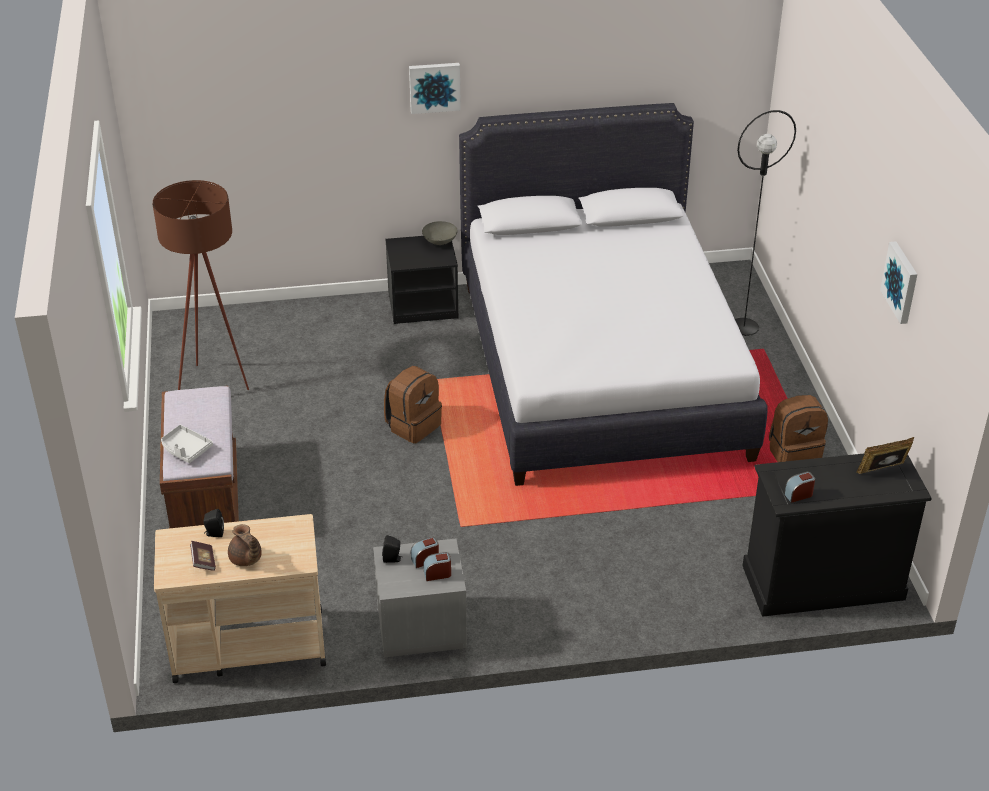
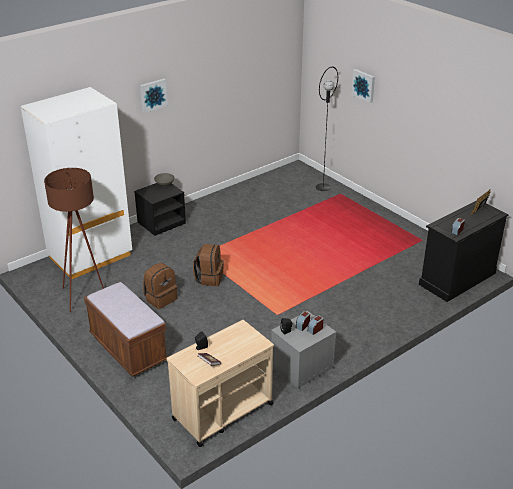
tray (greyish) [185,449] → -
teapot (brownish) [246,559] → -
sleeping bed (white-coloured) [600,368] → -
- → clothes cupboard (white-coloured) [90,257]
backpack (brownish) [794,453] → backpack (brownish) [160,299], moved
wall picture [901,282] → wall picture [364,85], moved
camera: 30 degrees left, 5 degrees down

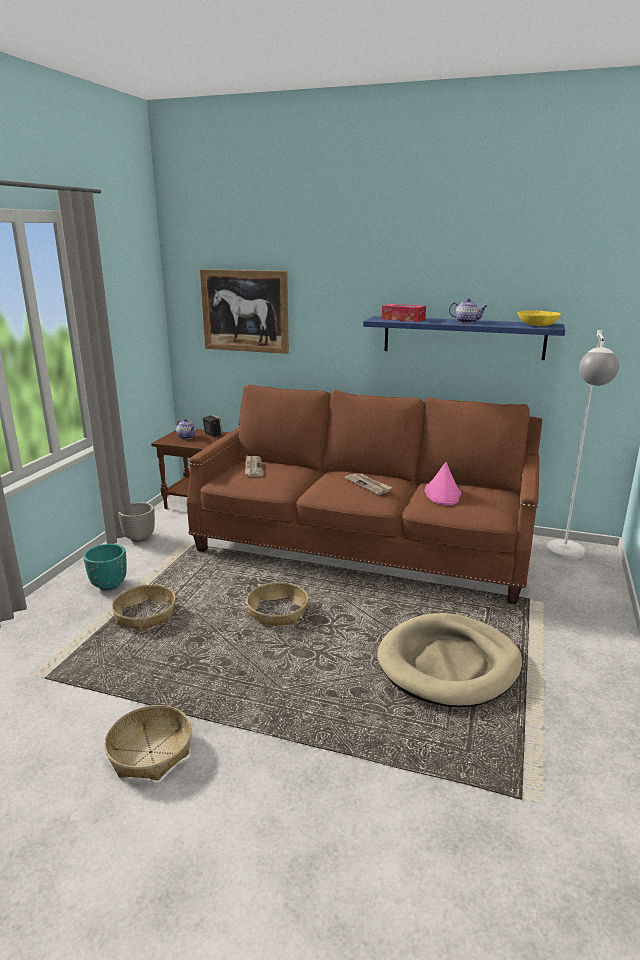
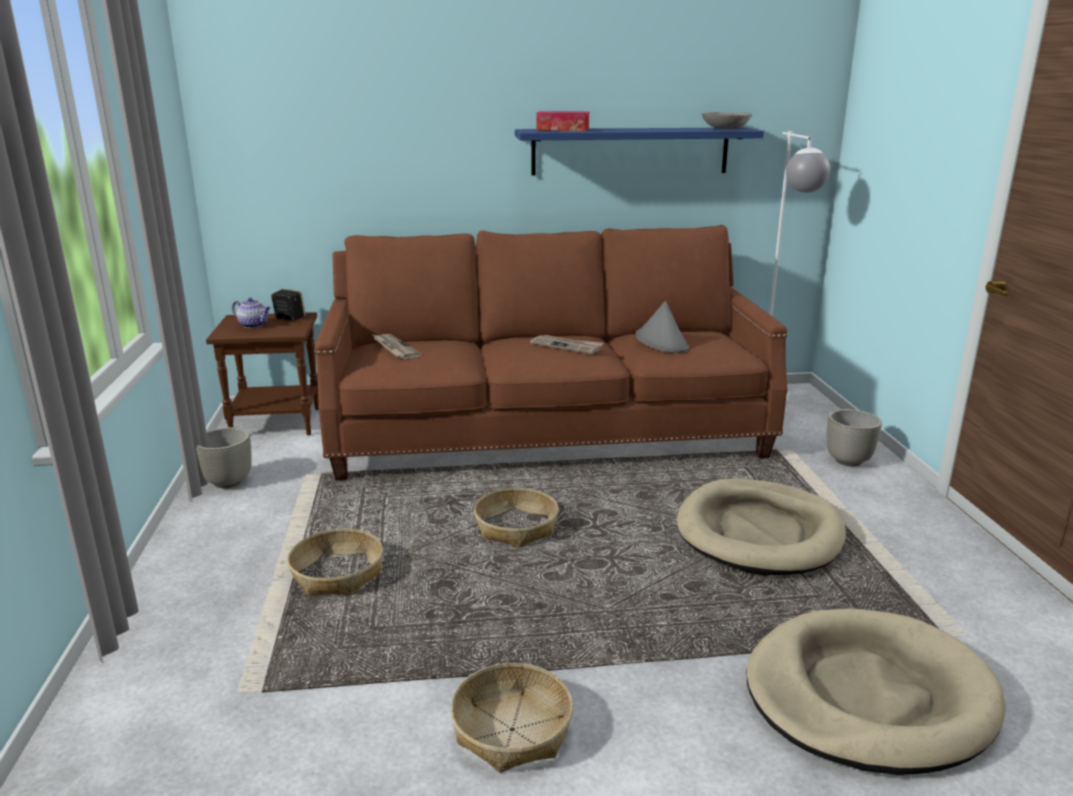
flower pot (blue-green) [109,585] → -
wall picture [245,311] → -
teapot [467,322] → -
- → pet bed (beige-coloured) [867,696]
- → flower pot (greyish) [848,461]
hat (pink-coloured) [442,493] → hat (greyish) [662,342]
deep dish (yellow-coloured) [537,325] → deep dish (greyish) [725,129]
camera: 25 degrees left, 0 degrees up

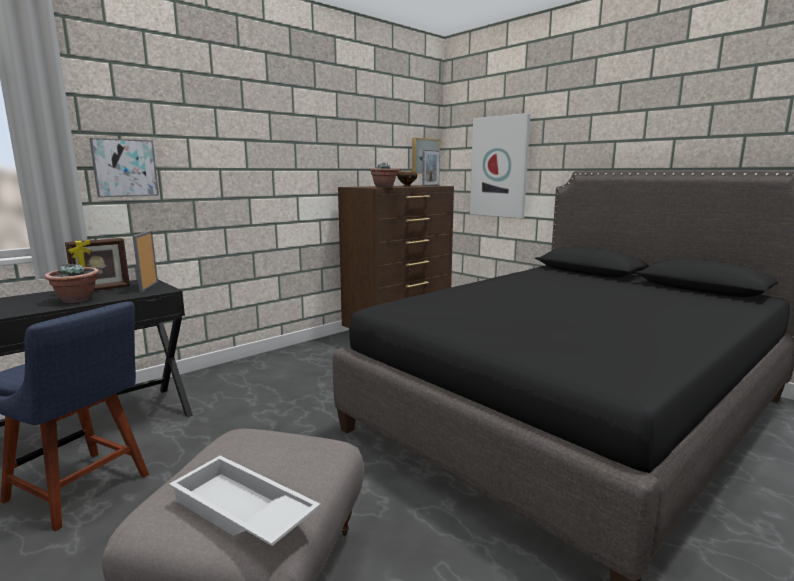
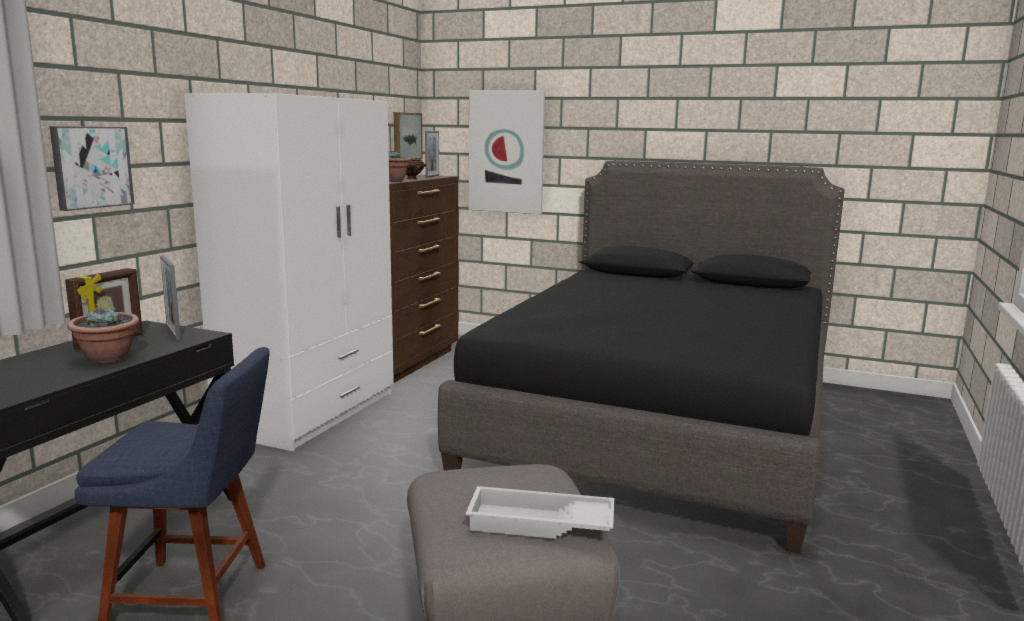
- → clothes cupboard (white-coloured) [311,412]
camera: 25 degrees left, 0 degrees up

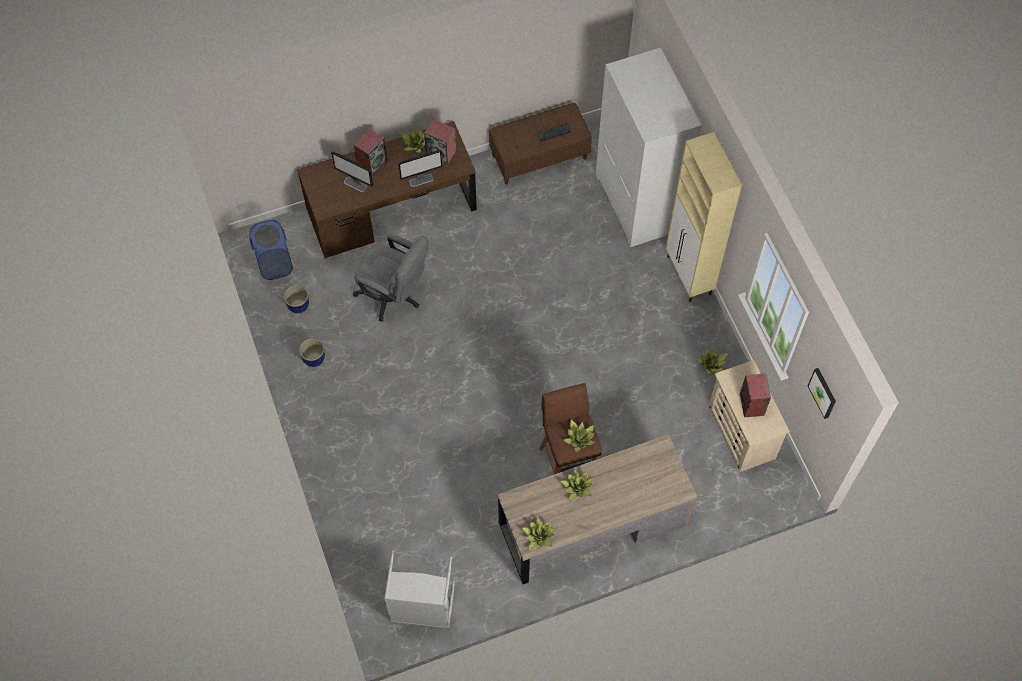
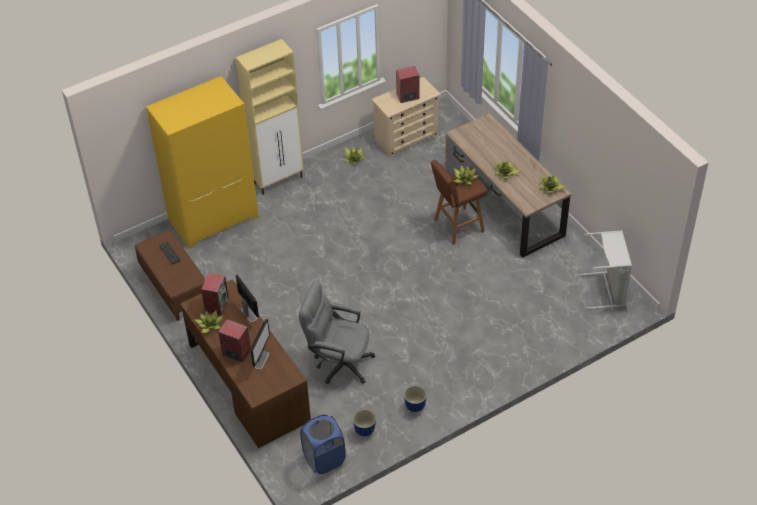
wall picture [823,392] → -
clothes cupboard (white-coloured) [638,203] → clothes cupboard (yellow-coloured) [214,218]
desk chair (greyish) [394,296] → desk chair (greyish) [338,362], 90 degrees counterclockwise
camera: 100 degrees left, 15 degrees down

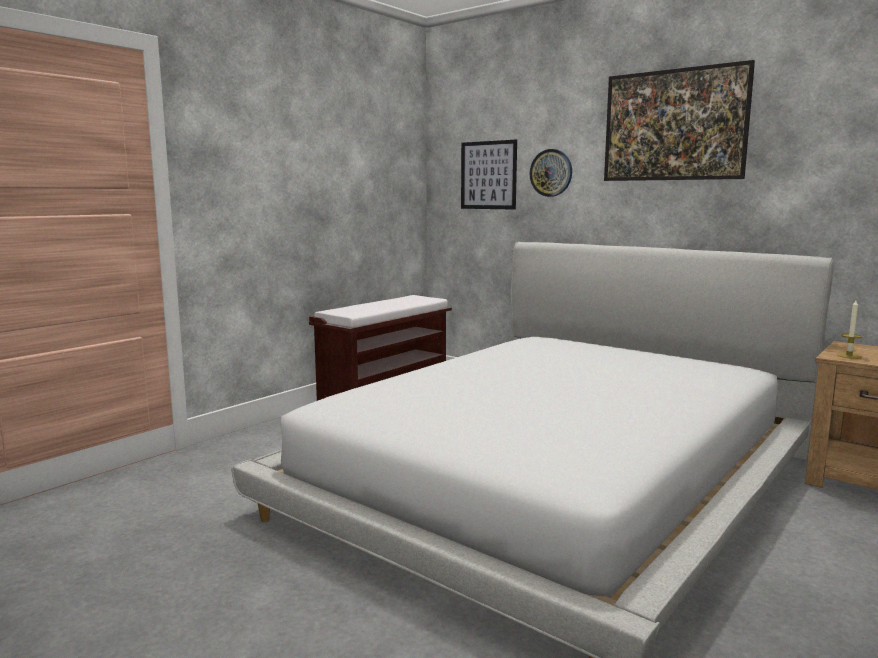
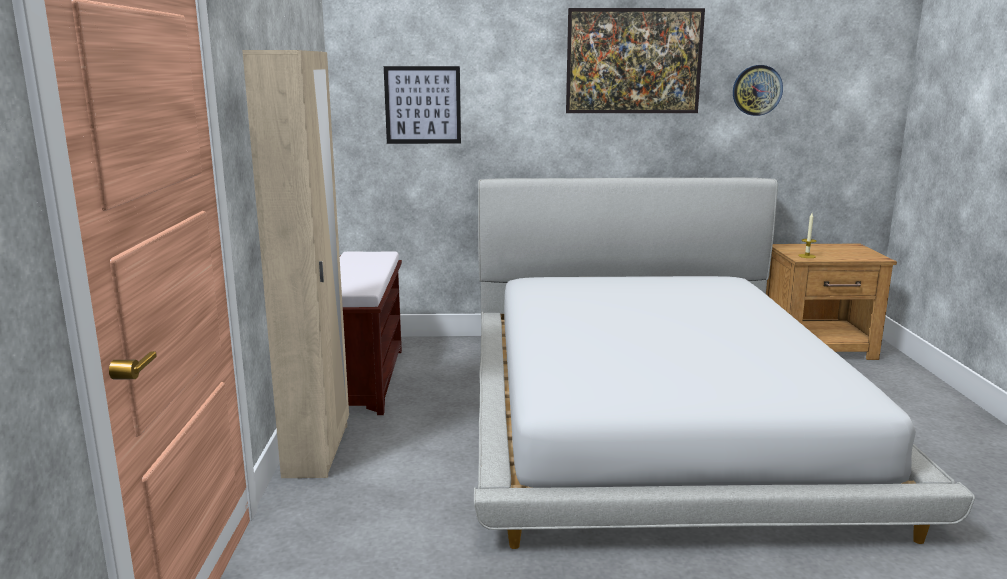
- → clothes cupboard (beige-coloured) [318,450]
clock on the wall [551,173] → clock on the wall [757,90], moved
camera: 40 degrees left, 5 degrees up

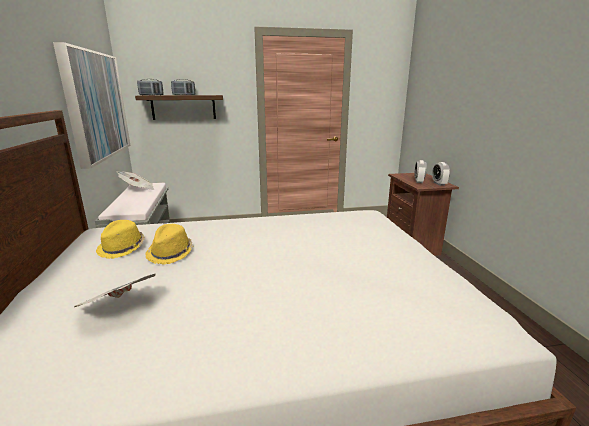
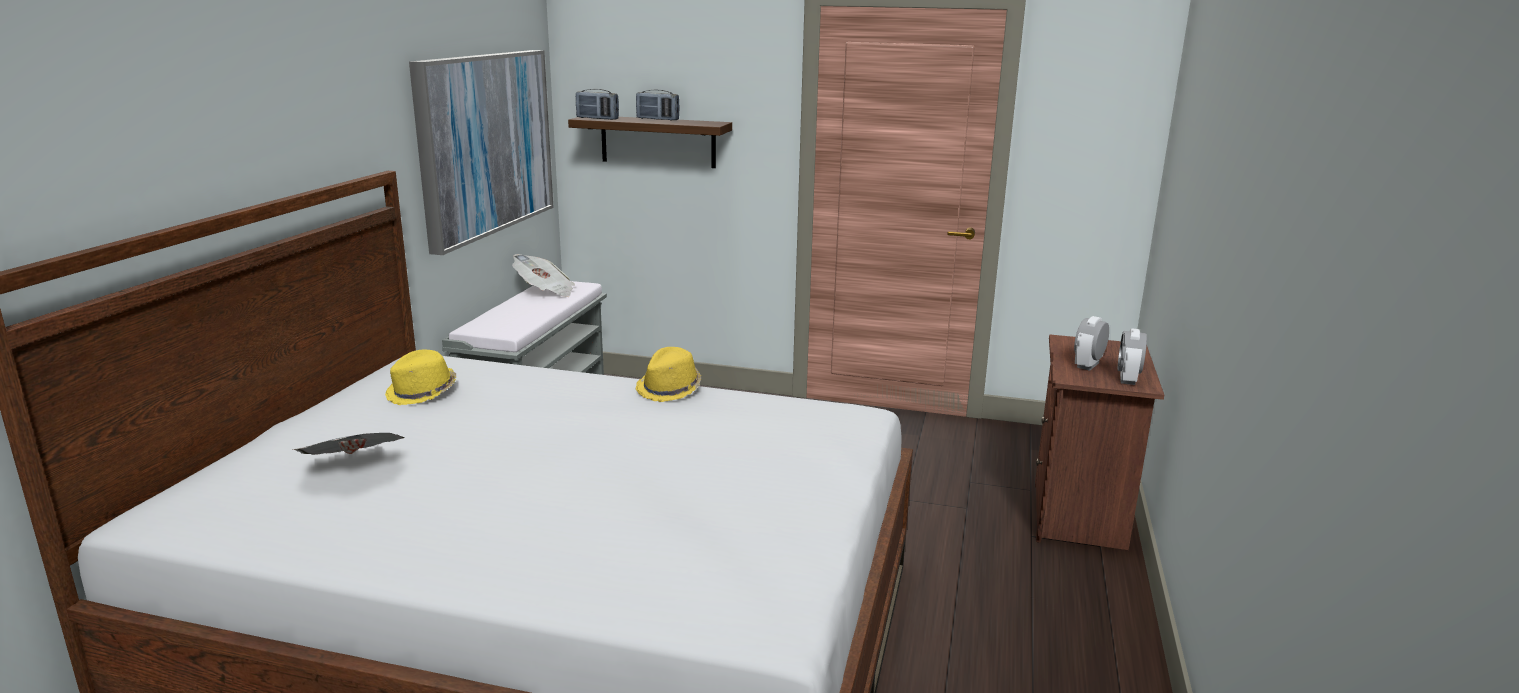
hat (yellow-coloured) [171,253] → hat (yellow-coloured) [670,389], moved
camera: 25 degrees right, 0 degrees up

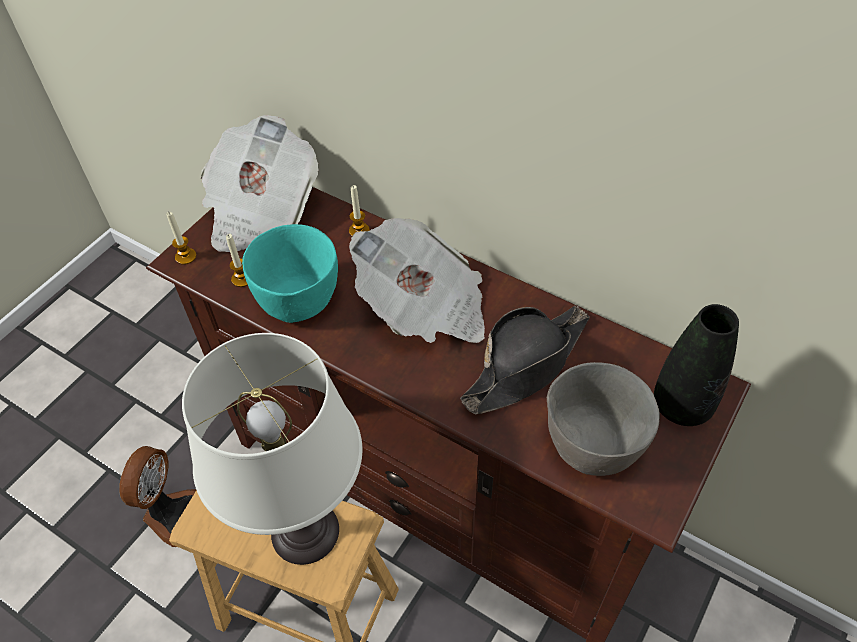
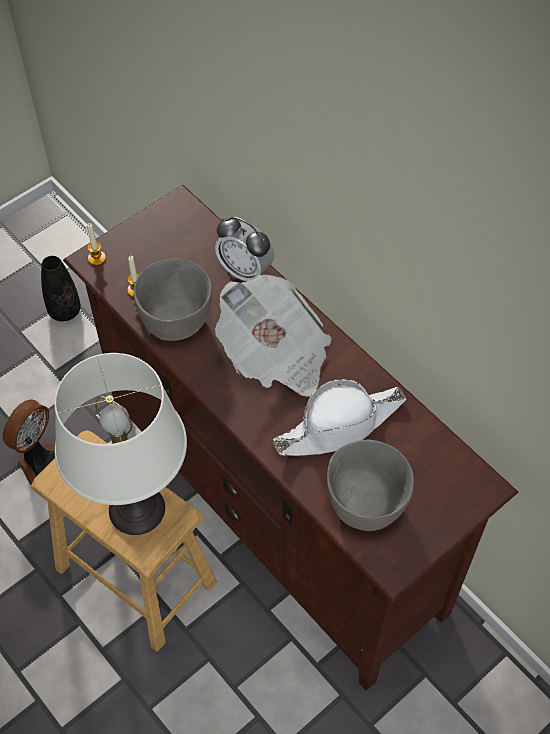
printed paper [260,212] → -
vase (black) [681,405] → vase (black) [65,311], moved
candle [359,231] → alarm clock [245,271]
deep dish (blue-green) [300,299] → deep dish (greyish) [177,320]
hat (black) [526,364] → hat (white-coloured) [340,425]
camera: 15 degrees right, 5 degrees up

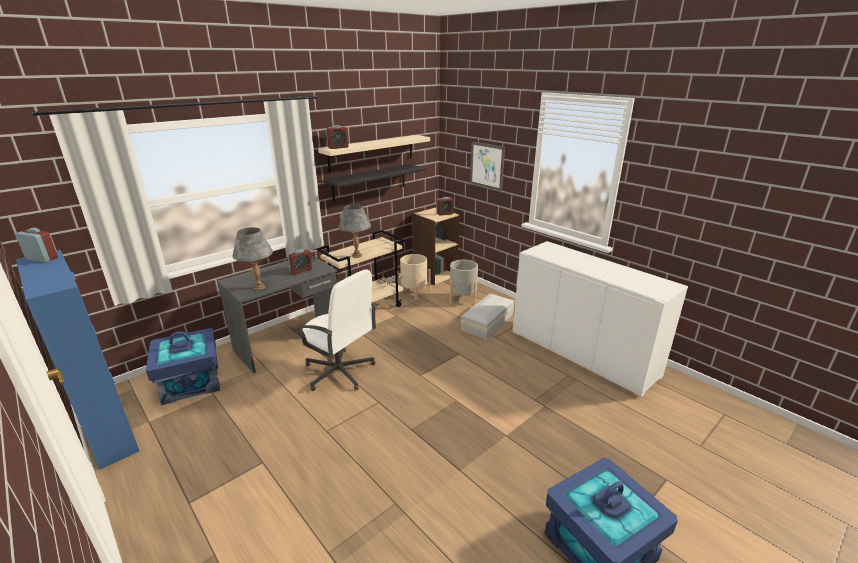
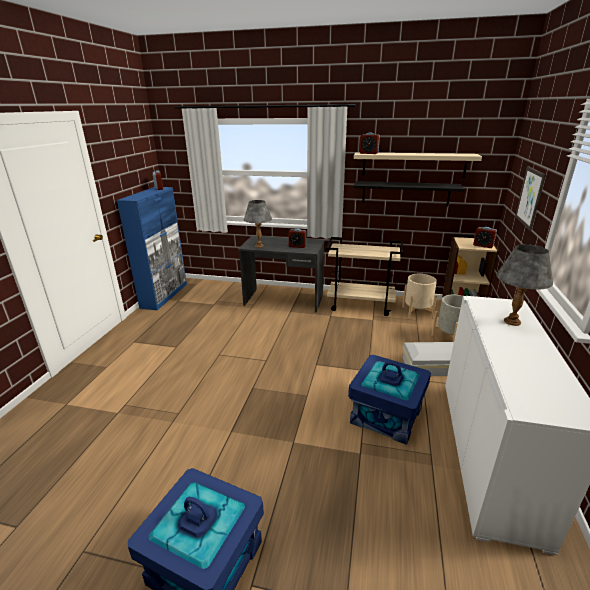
desk chair (white-coloured) [340,372] → -
storage container (blue) [191,382] → storage container (blue) [386,415], moved
lamp for a table (greyish) [356,256] → lamp for a table (greyish) [512,322], moved
camera: 55 degrees right, 0 degrees up

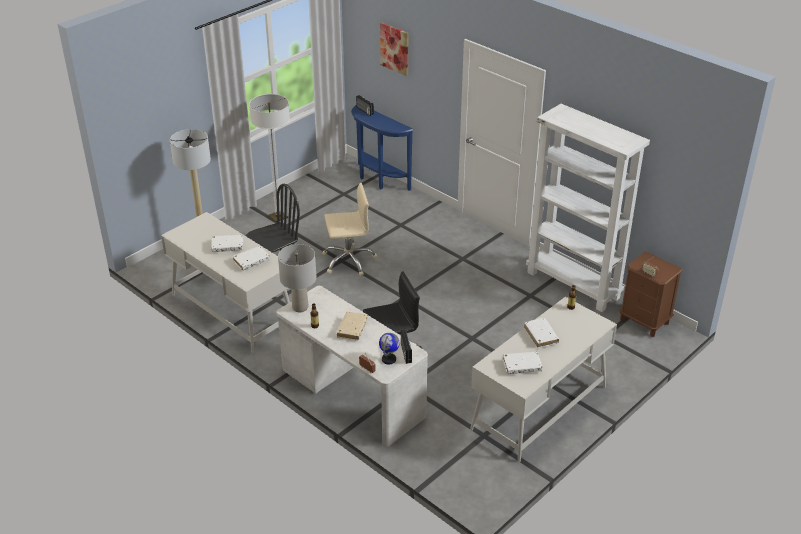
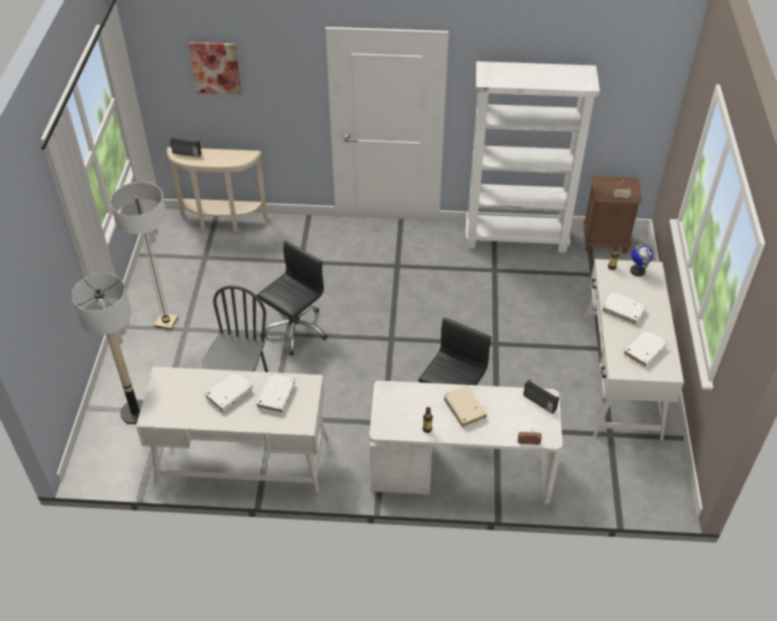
lamp for a table (greyish) [300,307] → -
world globe [389,359] → world globe [637,271], moved
desk chair (beige-coloured) [348,260] → desk chair (black) [295,329]
hall table (blue) [378,180] → hall table (beige-coloured) [222,223]
camera: 40 degrees left, 10 degrees up

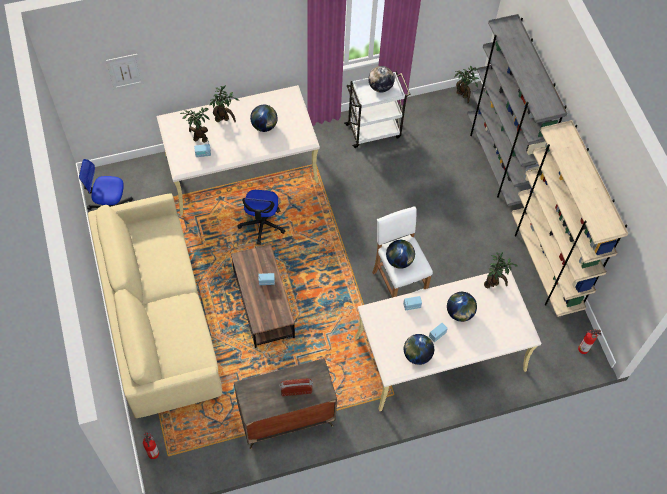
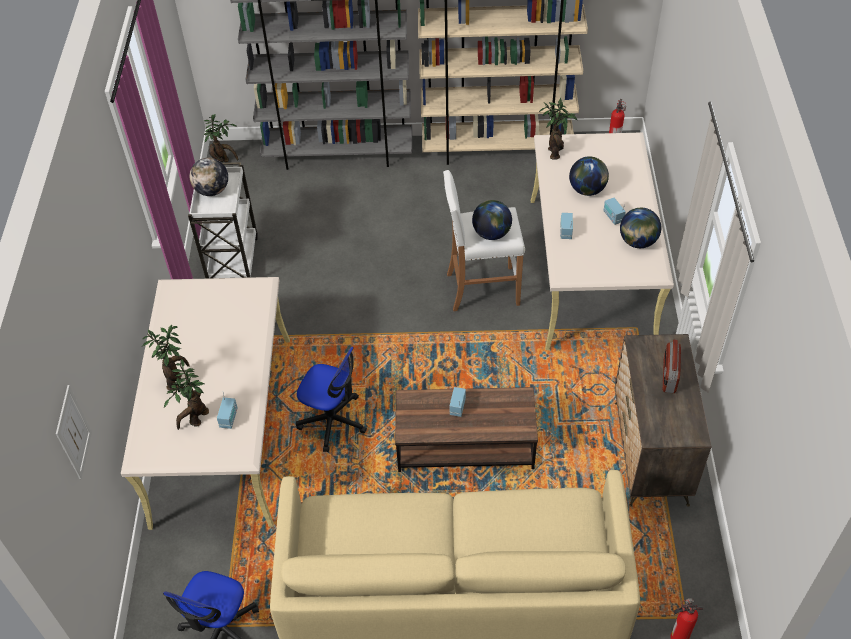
world globe [264,126] → -
camera: 70 degrees left, 10 degrees down

